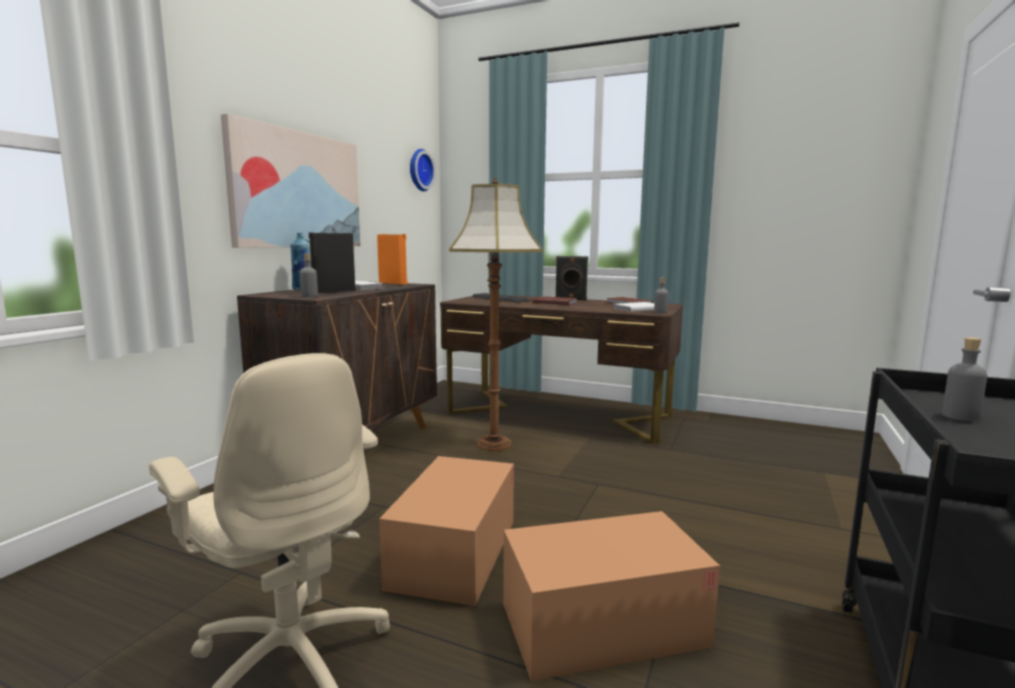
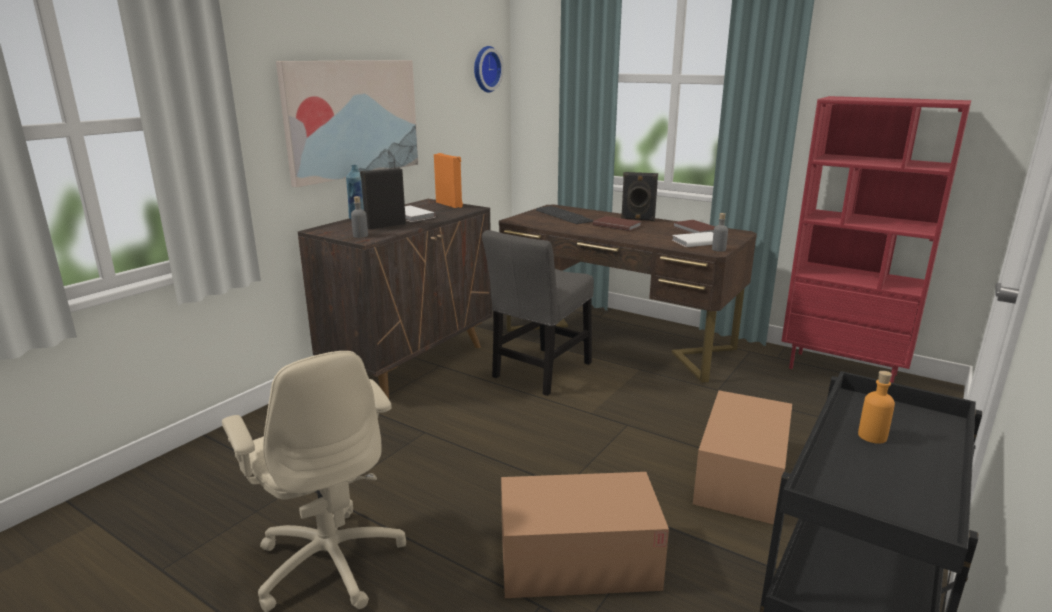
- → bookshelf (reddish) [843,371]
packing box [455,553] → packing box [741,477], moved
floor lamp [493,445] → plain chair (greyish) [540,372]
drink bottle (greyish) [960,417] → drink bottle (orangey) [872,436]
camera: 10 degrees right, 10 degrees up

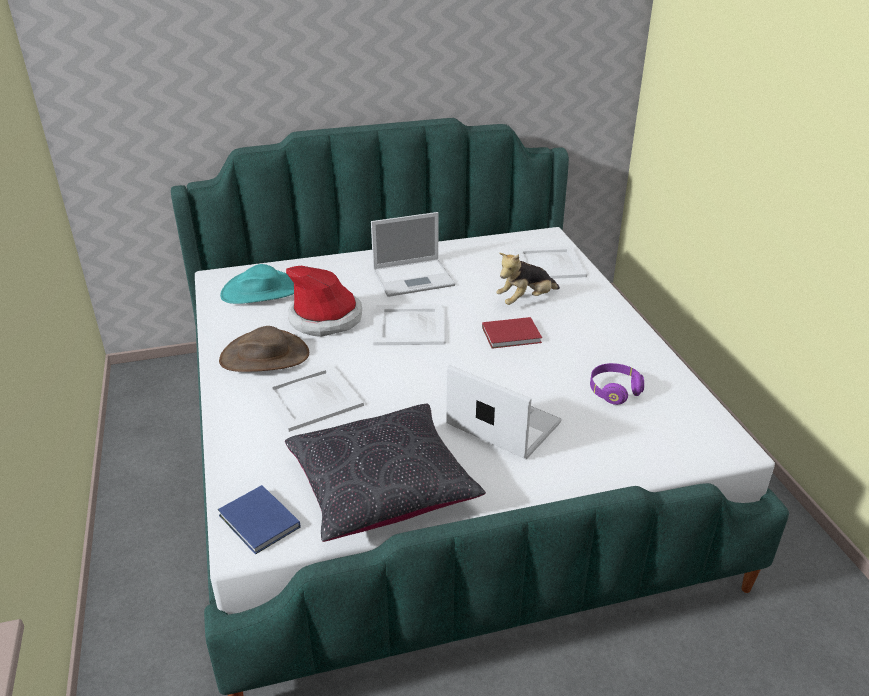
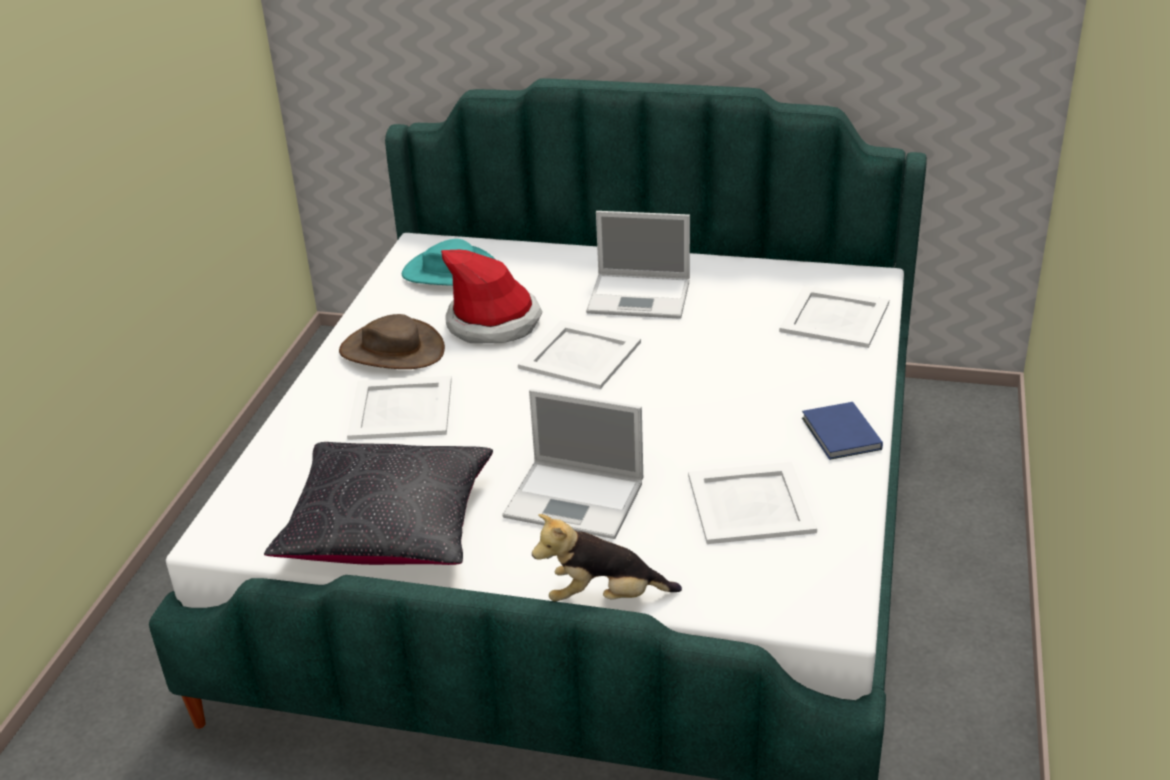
bound book (reddish) [513,335] → -
bound book (blue) [259,523] → bound book (blue) [840,435], moved
cuddly toy [525,300] → cuddly toy [604,597], moved
headphones (purple) [614,391] → tray (white-coloured) [751,503]
laptop [501,423] → laptop [577,499], 135 degrees clockwise
camera: 30 degrees right, 0 degrees up

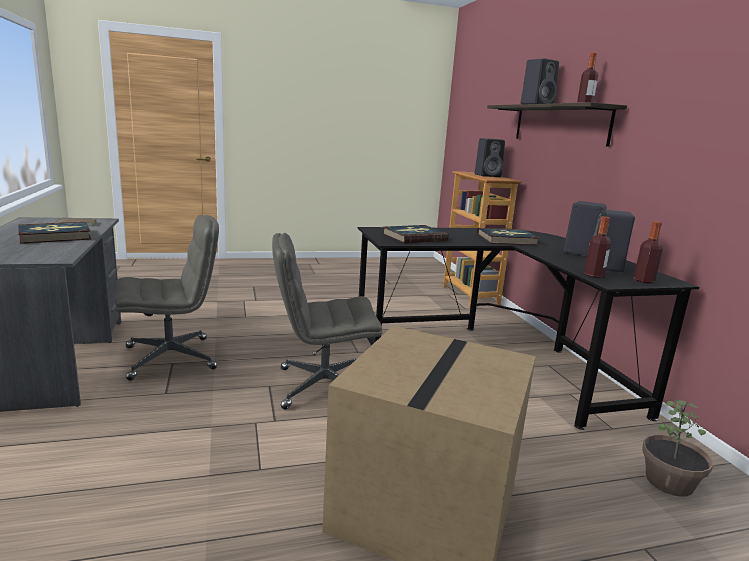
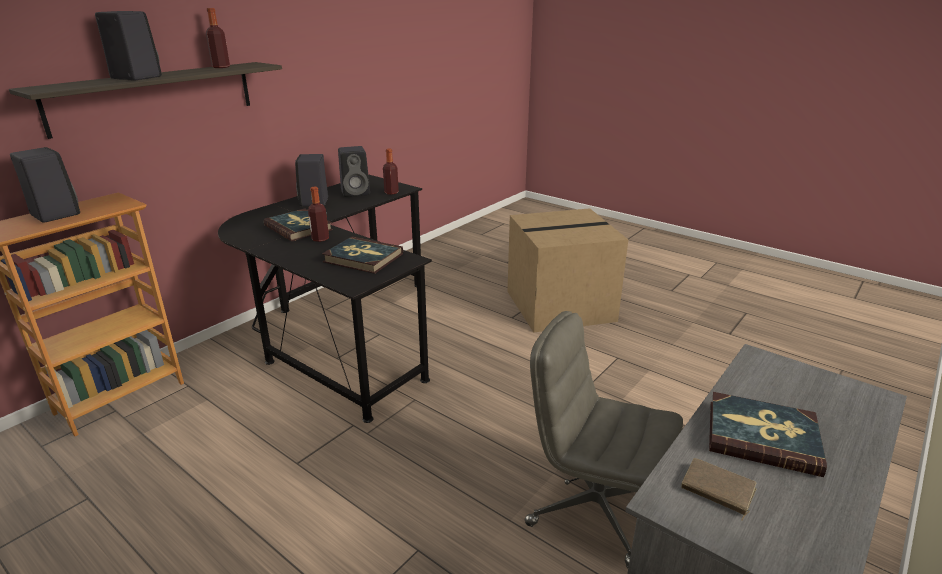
desk chair (greyish) [322,387] → -
plant in a pot [669,482] → -
drink bottle [643,281] → drink bottle [320,239], moved
camera: 125 degrees left, 10 degrees up

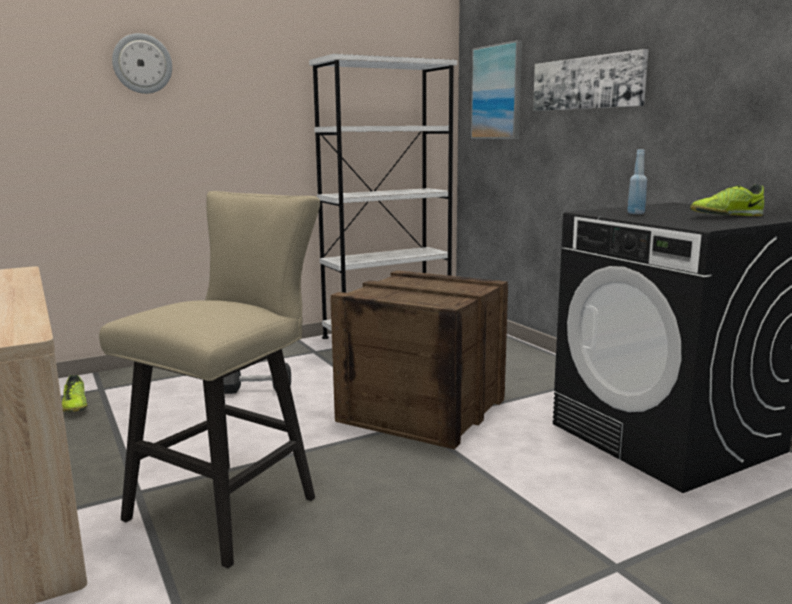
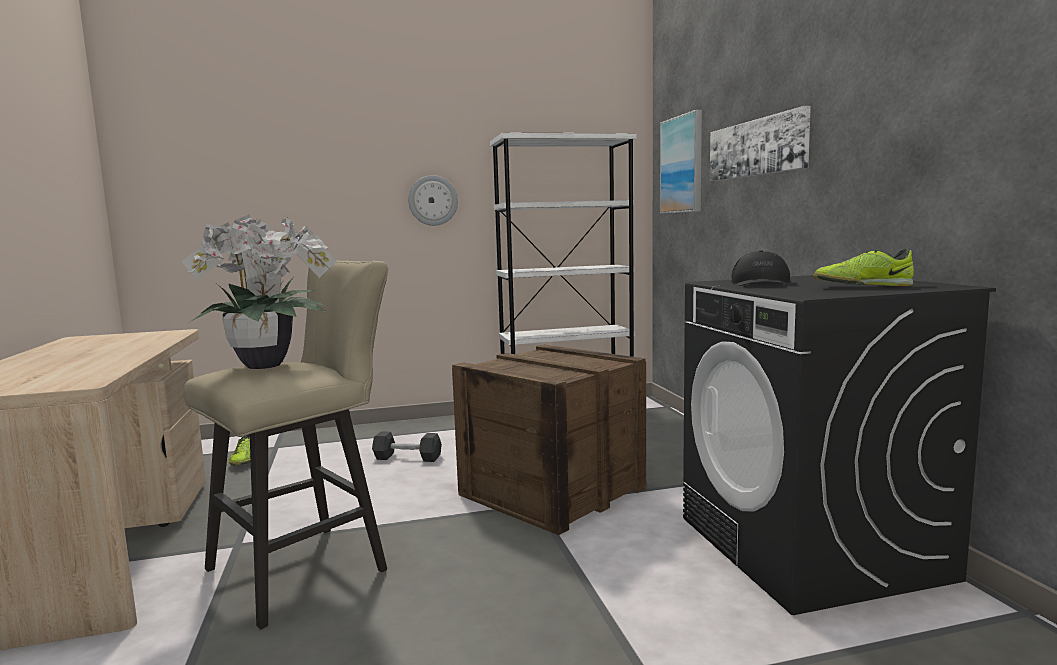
- → plant in a pot [269,365]
clock on the wall [142,64] → clock on the wall [433,200], moved
drink bottle (blue) [636,213] → peaked cap (black) [761,283]
camera: 15 degrees right, 5 degrees down

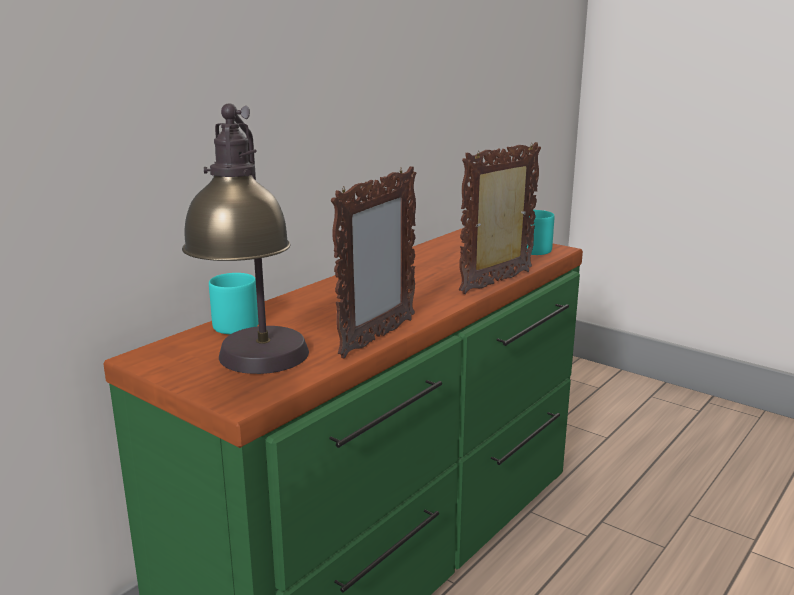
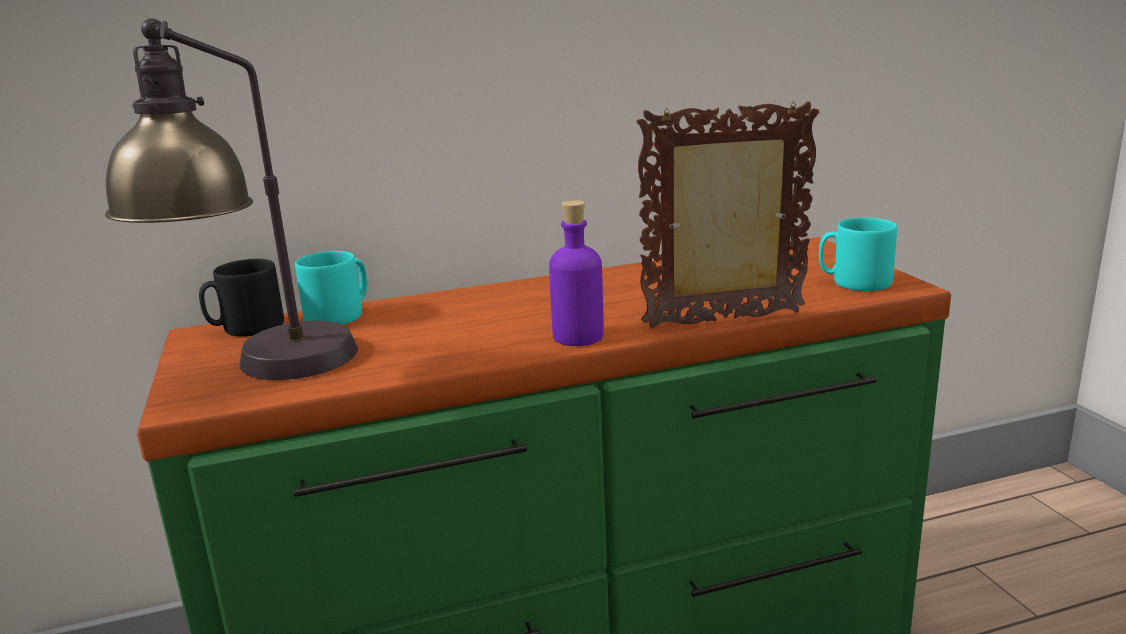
picture frame [377,338] → -
- → coffee mug (black) [246,328]
- → drink bottle (purple) [578,336]
camera: 35 degrees right, 0 degrees up

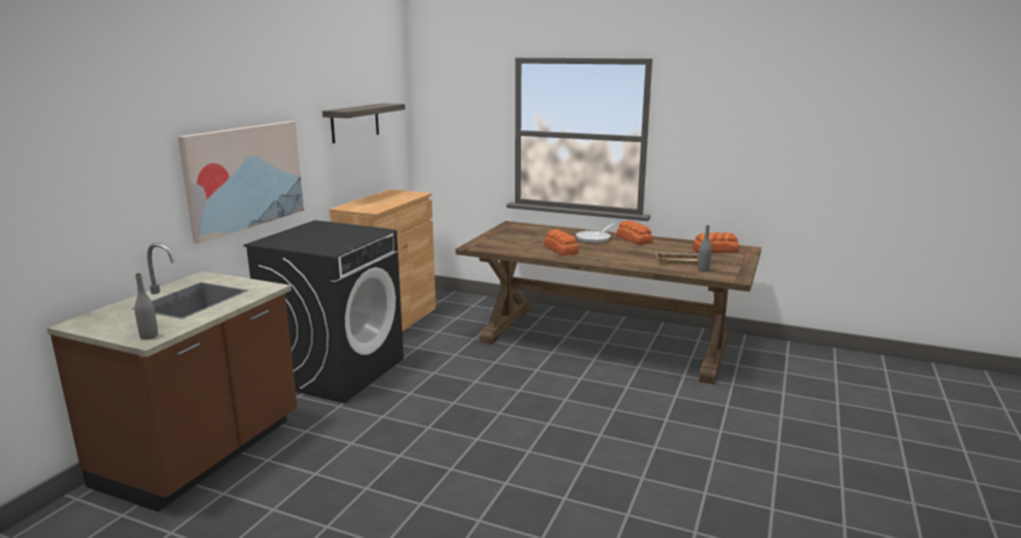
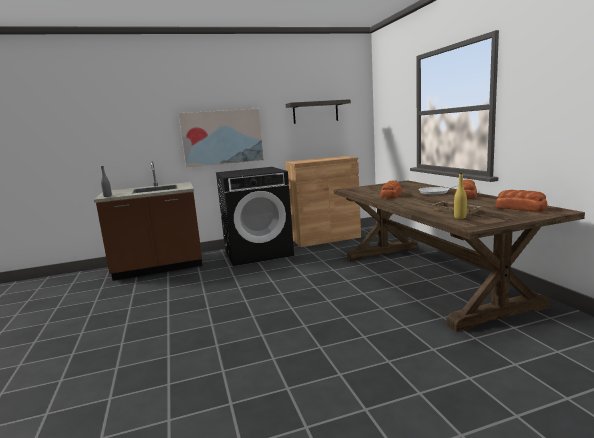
drink bottle (greyish) [703,270] → drink bottle (yellow-coloured) [460,217]
camera: 50 degrees right, 5 degrees down

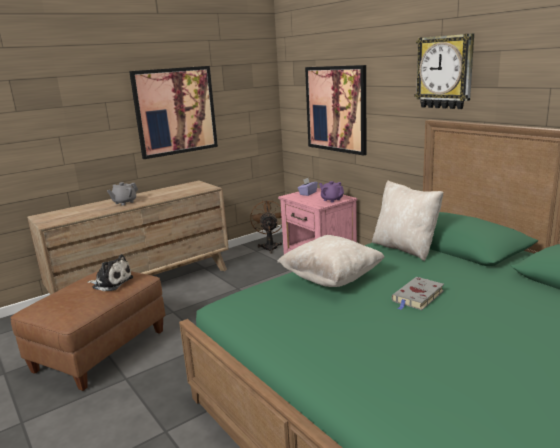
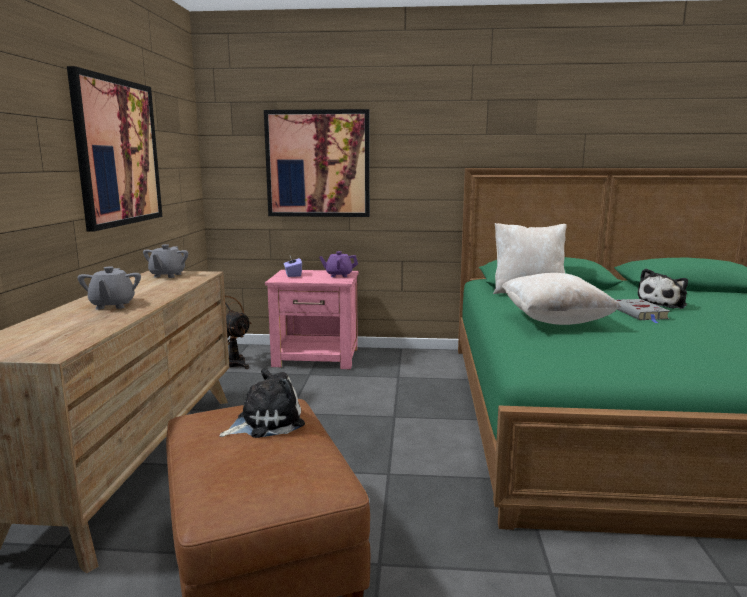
clock on the wall [445,72] → -
- → teapot (greyish) [167,275]
- → cuddly toy [662,304]
camera: 50 degrees left, 5 degrees down

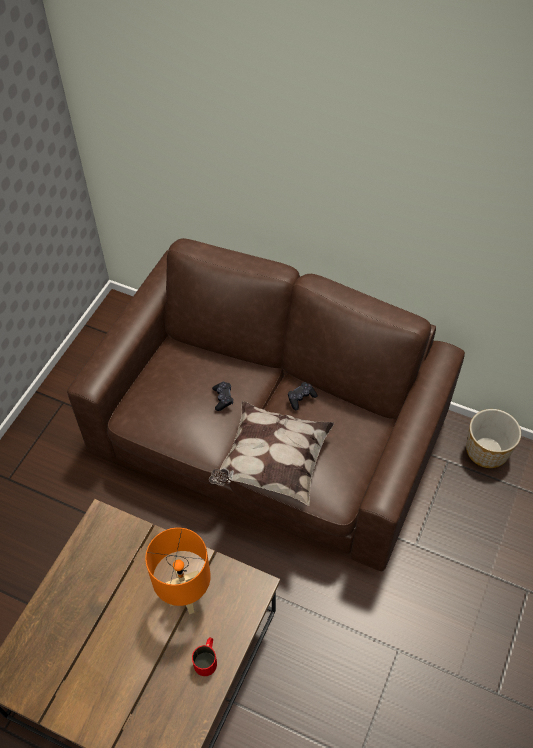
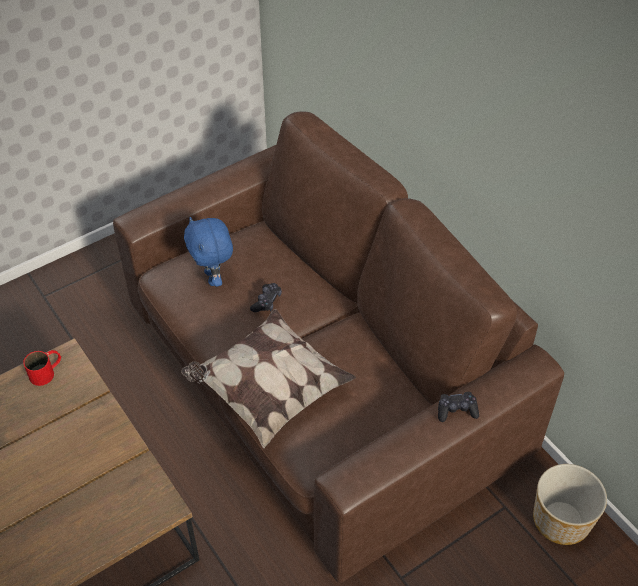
lamp for a table (orangey) [185,598] → -
- → cuddly toy (blue) [213,278]
coffee mug (reddish) [207,658] → coffee mug (reddish) [47,371], moved
joypad (black) [301,398] → joypad (black) [456,410], moved
camera: 30 degrees right, 5 degrees down

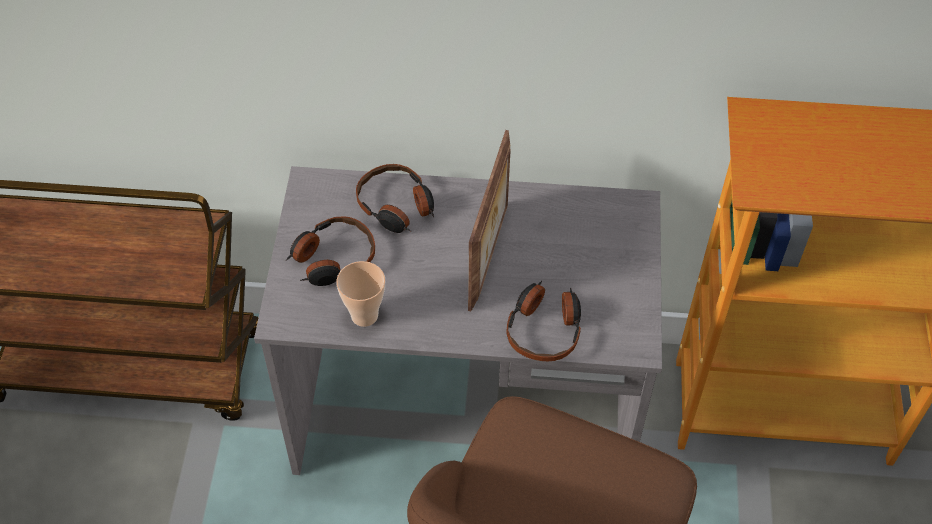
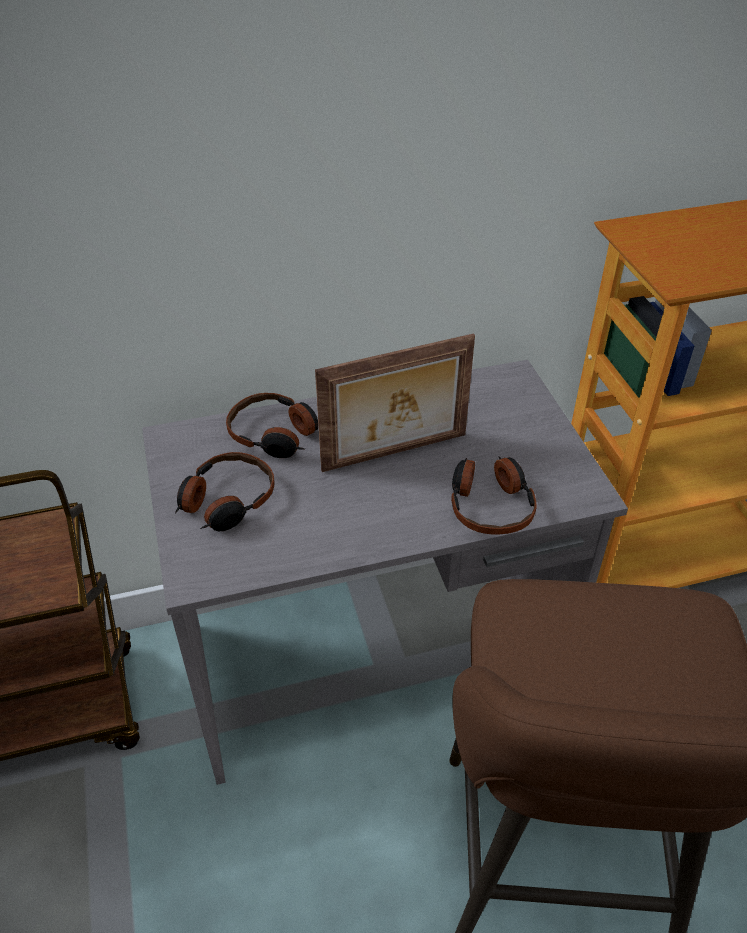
cup [364,315] → -
picture frame [489,255] → picture frame [395,454], 75 degrees clockwise
camera: 20 degrees left, 10 degrees down

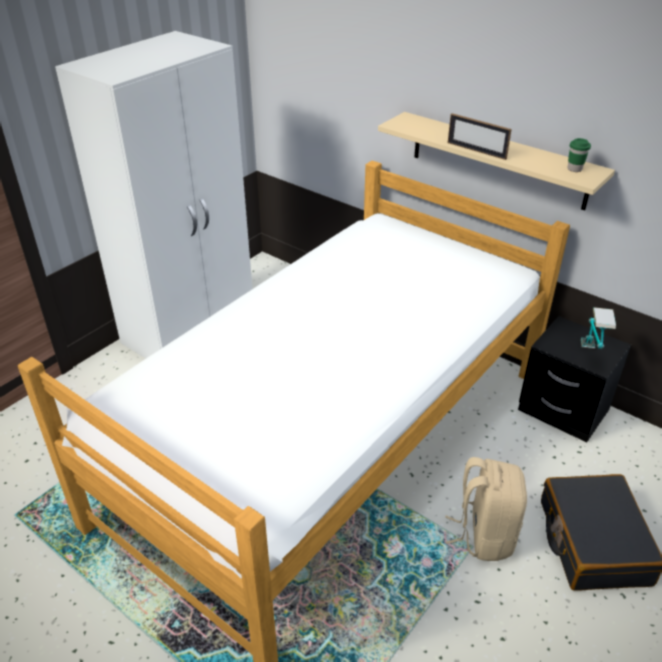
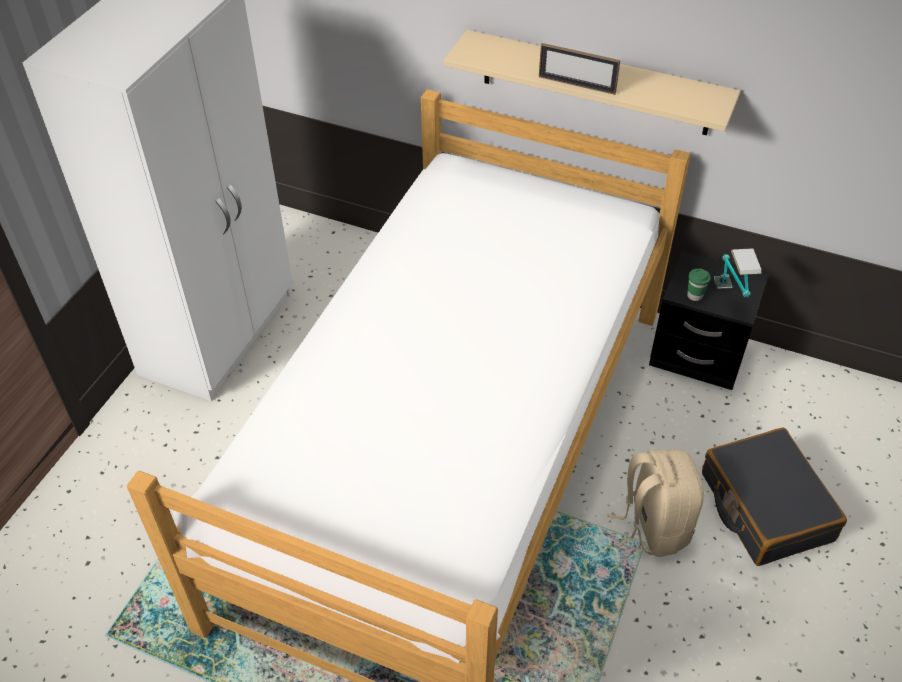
cup (greenish) [574,169] → cup (greenish) [694,296], moved
camera: 15 degrees left, 10 degrees up

